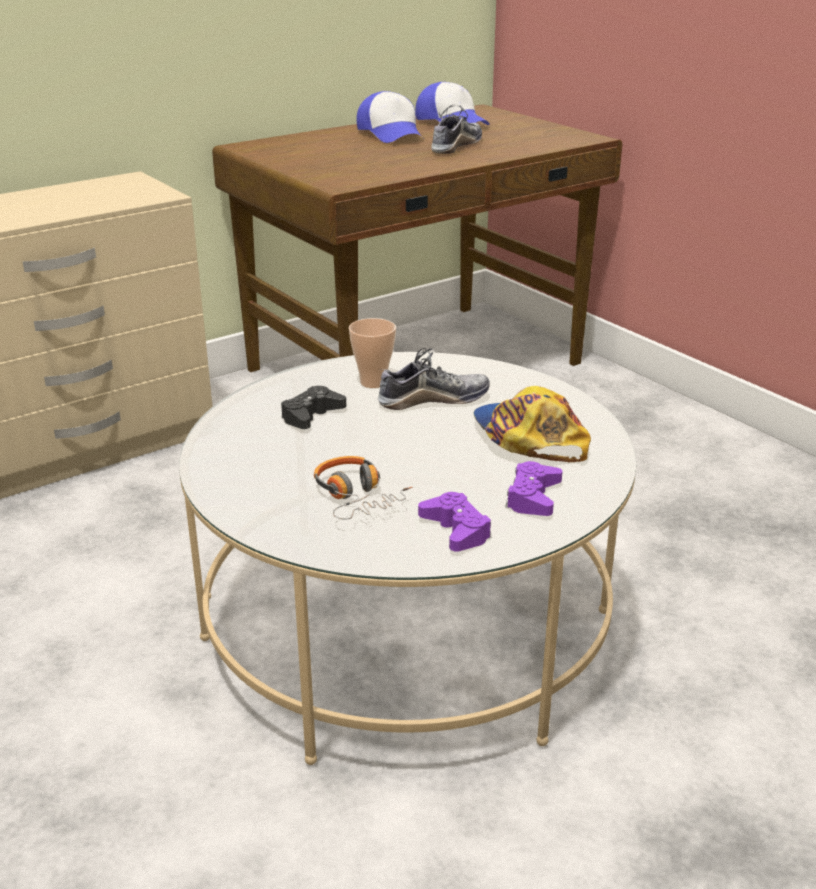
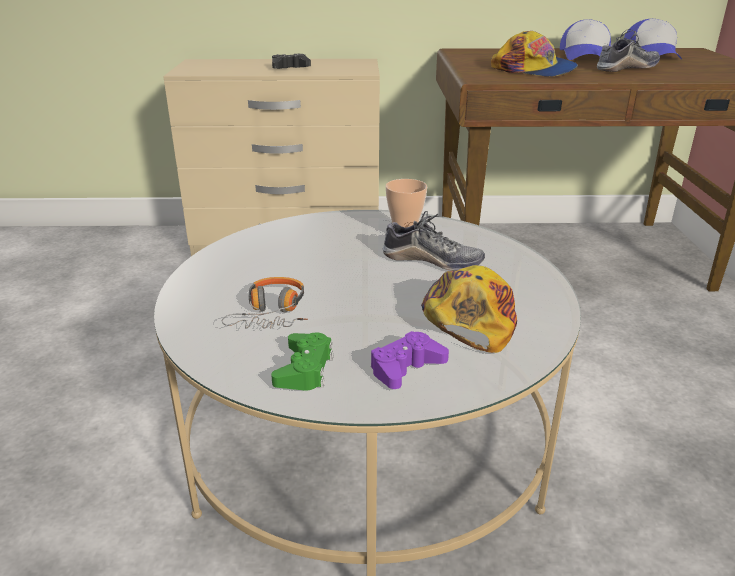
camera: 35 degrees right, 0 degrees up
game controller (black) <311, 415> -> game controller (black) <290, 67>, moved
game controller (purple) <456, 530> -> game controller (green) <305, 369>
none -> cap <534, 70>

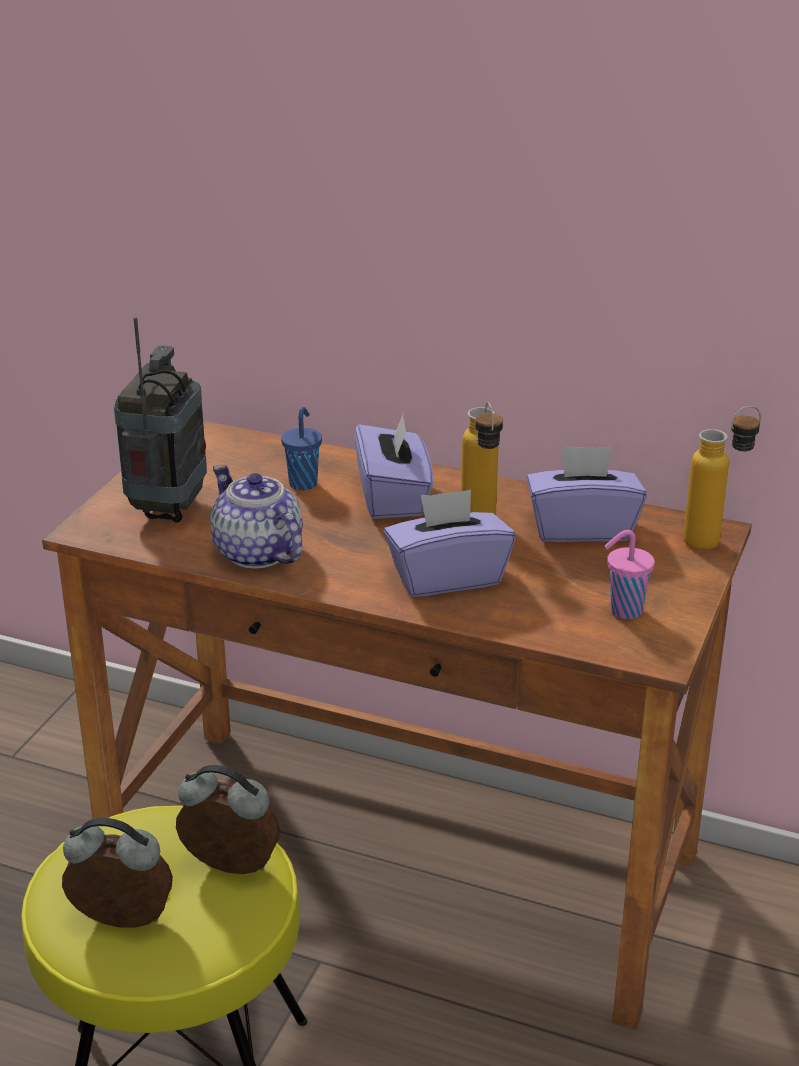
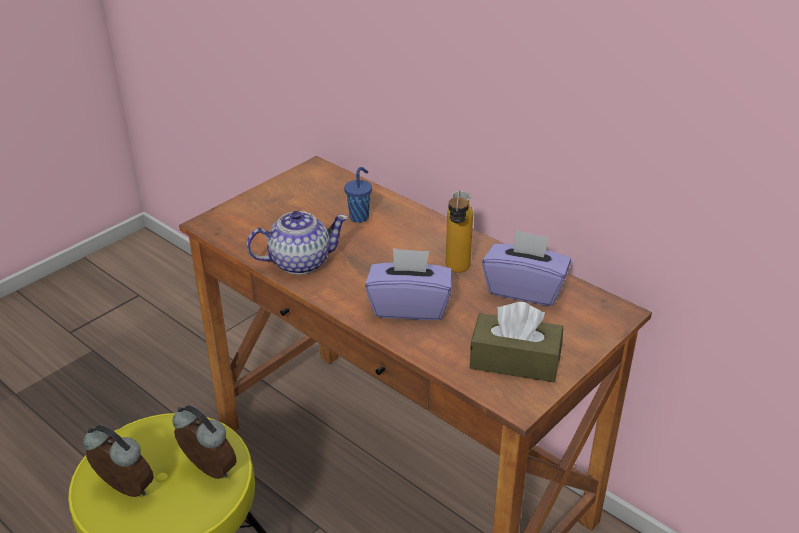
camera: 20 degrees right, 5 degrees up
radio <168, 509> -> none
bottle <714, 540> -> none
tissue box (purple) <393, 497> -> none
teapot <257, 553> -> teapot <299, 262>, 90 degrees clockwise
cup (pink) <624, 611> -> tissue box (brown) <514, 361>

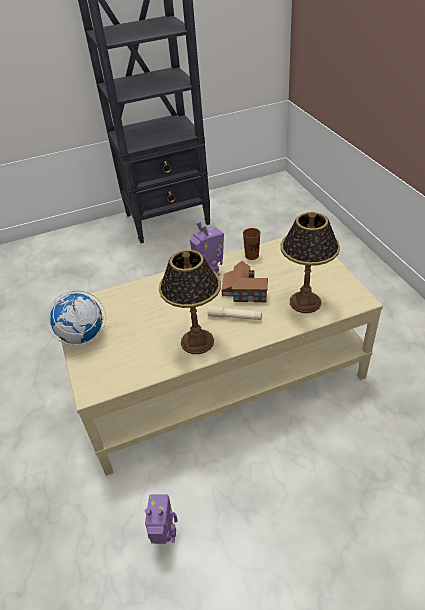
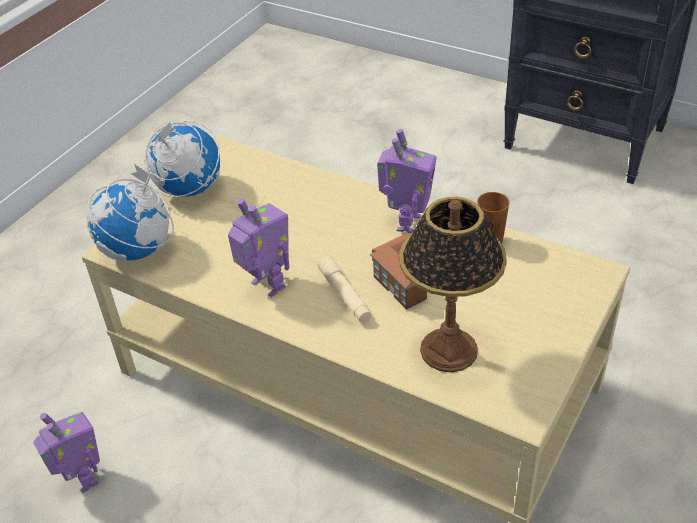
camera: 50 degrees right, 0 degrees up
table lamp <197, 341> -> toy robot <266, 286>
none -> globe <138, 251>

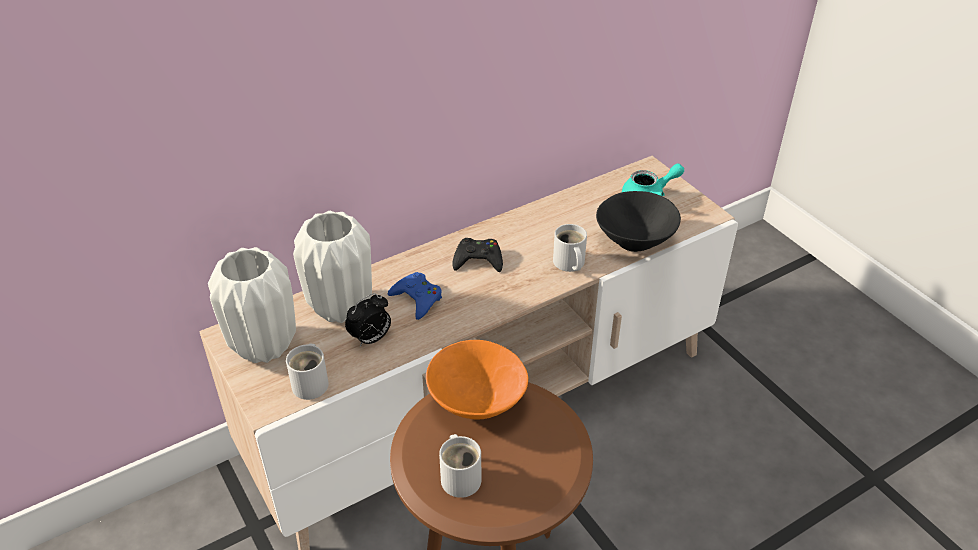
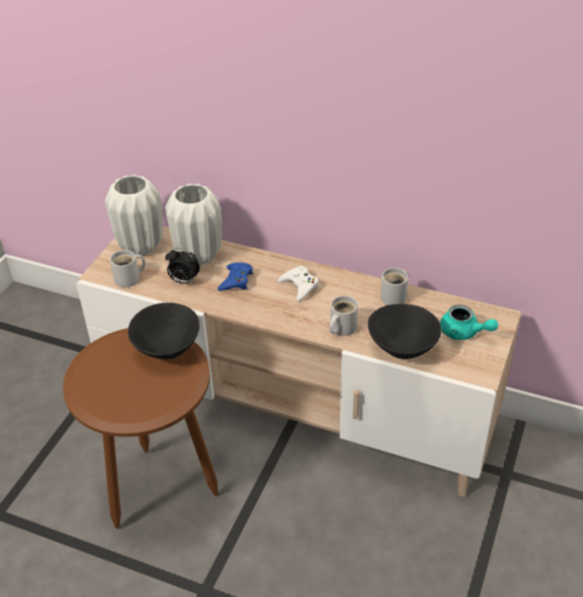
camera: 55 degrees right, 0 degrees up
game controller (black) <478, 260> -> game controller (white) <299, 286>
bowl (orange) <477, 403> -> bowl (black) <167, 349>
mug (white) <461, 476> -> mug (white) <395, 297>, moved

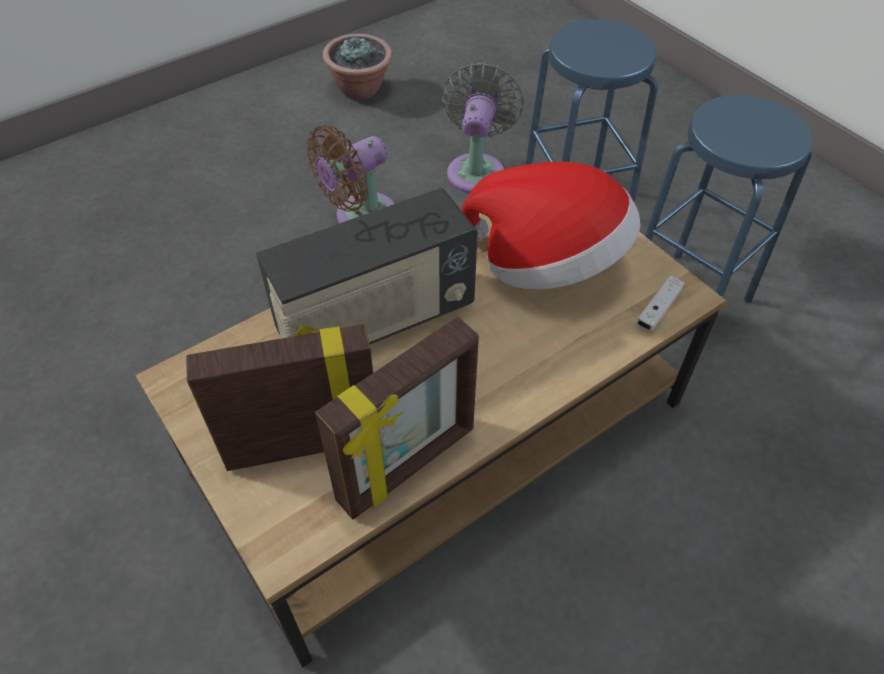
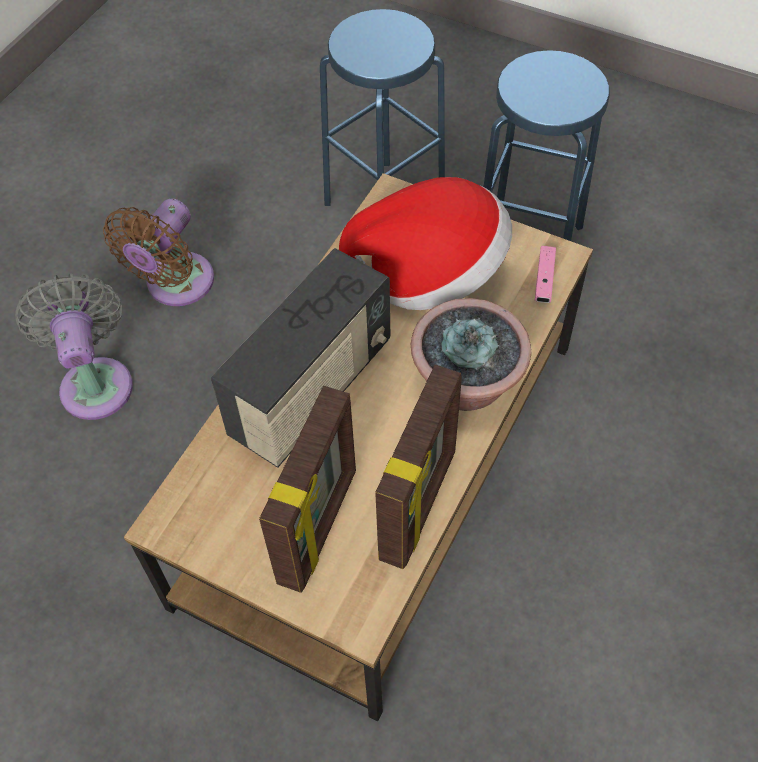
camera: 25 degrees left, 5 degrees up
potted plant <361, 90> -> potted plant <467, 385>, moved
fan (grey) <477, 170> -> fan (grey) <95, 381>, moved
game controller (white) <658, 309> -> game controller (pink) <544, 280>
picture frame <303, 443> -> picture frame <320, 526>, 150 degrees clockwise

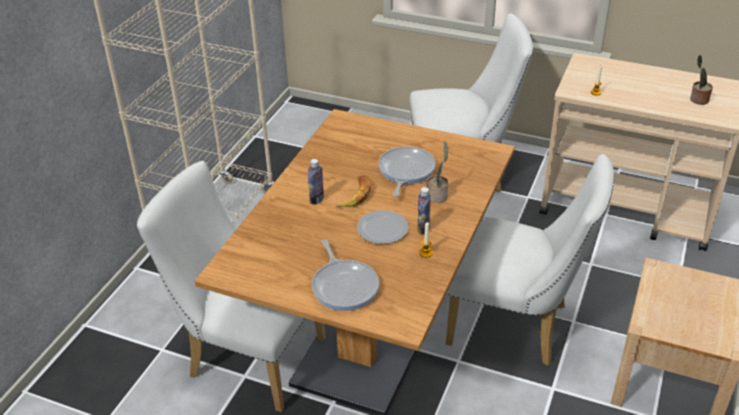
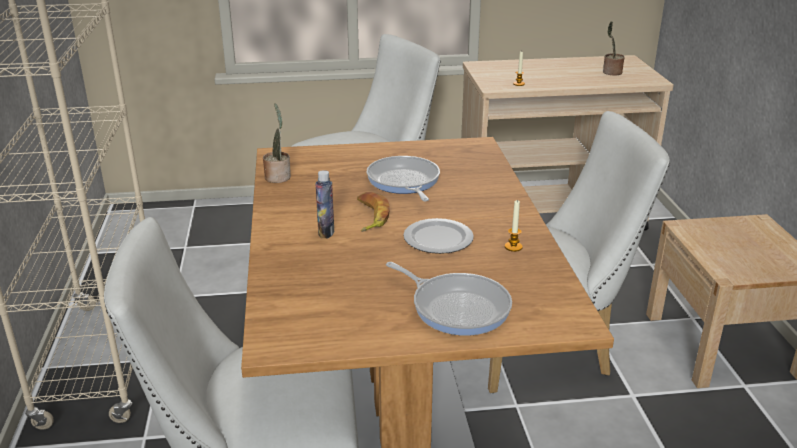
camera: 30 degrees left, 10 degrees down
potted plant <437, 195> -> potted plant <278, 176>, moved
bottle <423, 229> -> none

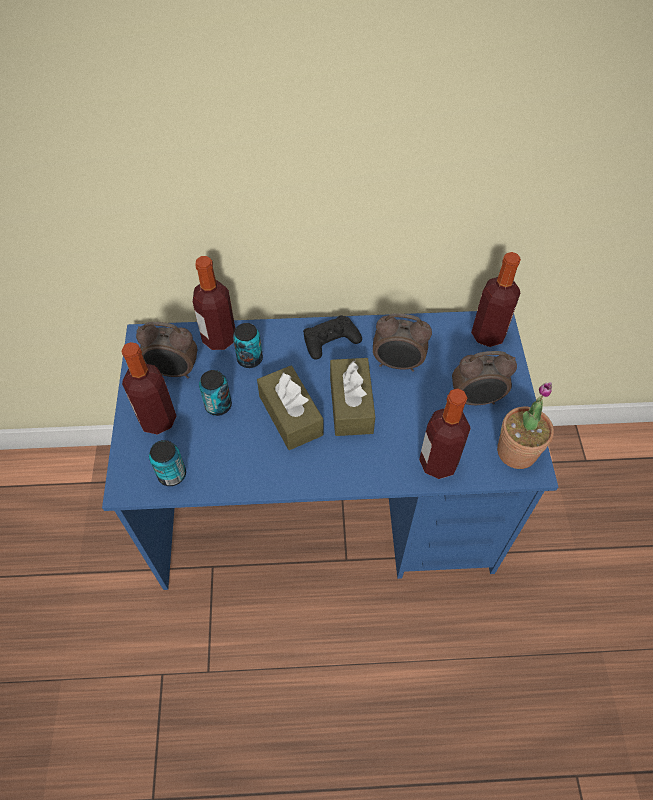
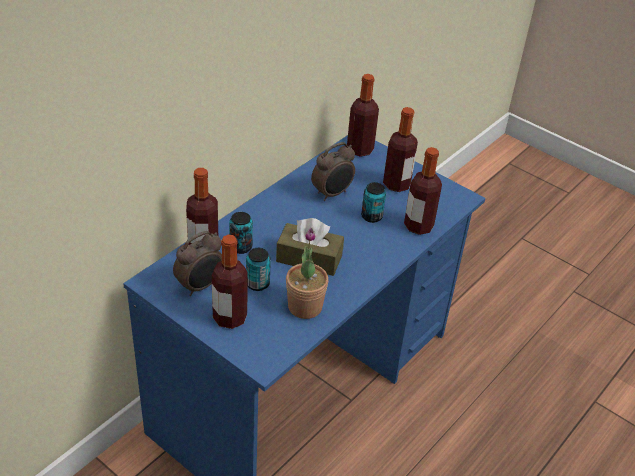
camera: 50 degrees left, 15 degrees down
game controller (black) <330, 340> -> none
alarm clock <476, 400> -> bottle <396, 184>
tissue box (brown) <351, 405> -> none
potted plant <516, 452> -> potted plant <305, 307>, moved
can <172, 474> -> can <371, 216>, moved

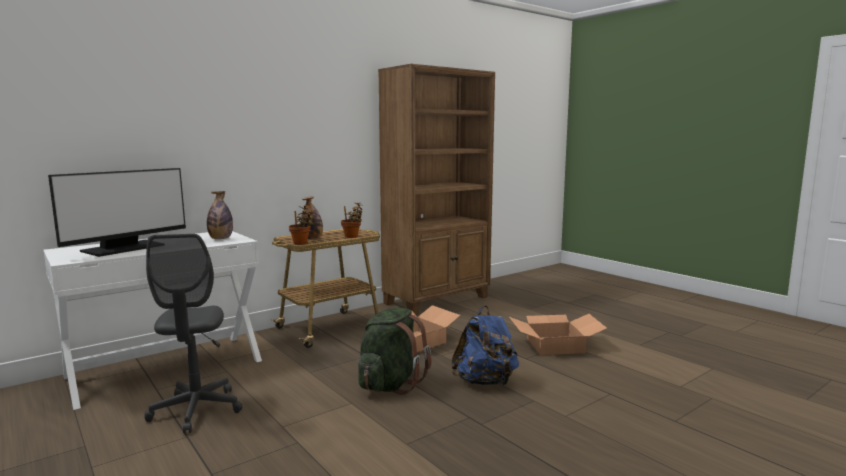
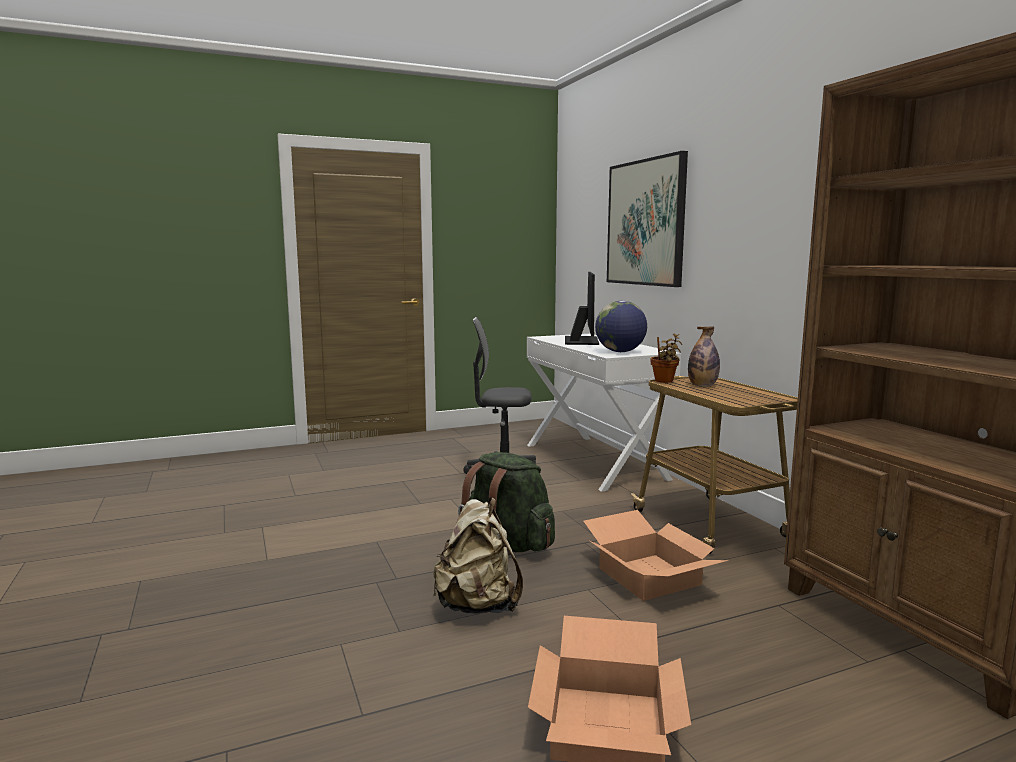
camera: 105 degrees right, 0 degrees up
monitor <124, 248> -> monitor <582, 341>, 135 degrees counterclockwise
bottle <220, 239> -> globe <620, 352>
potted plant <352, 237> -> none
backpack (blue) <485, 382> -> backpack (beige) <477, 606>
none -> picture <646, 223>

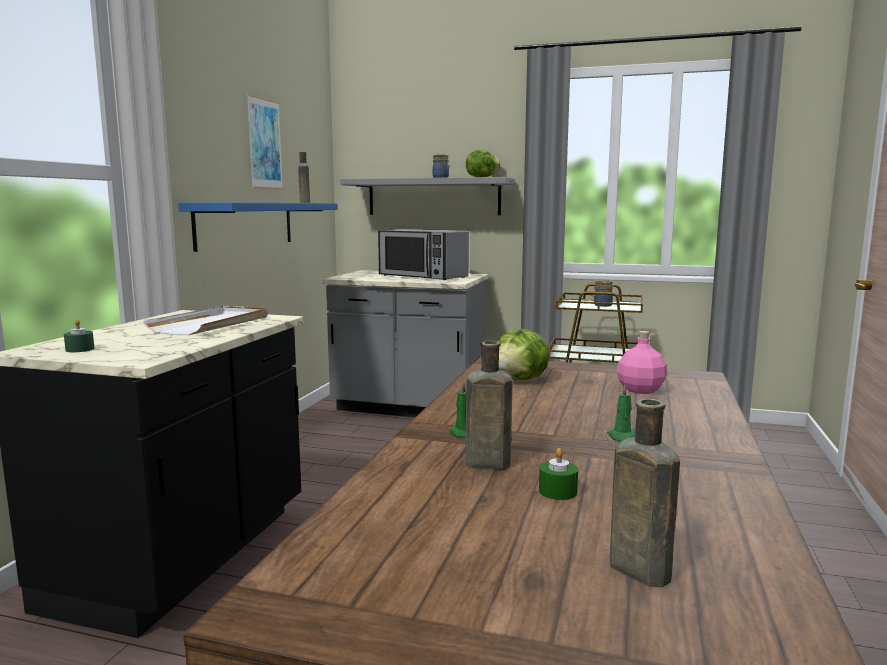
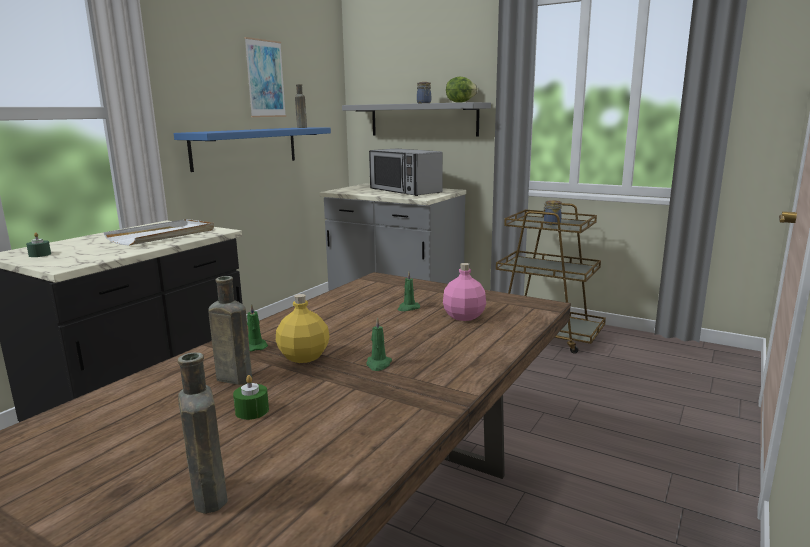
camera: 15 degrees right, 5 degrees up
lettuce <521, 379> -> none
none -> candle (green) <408, 308>
none -> bottle (yellow) <303, 357>

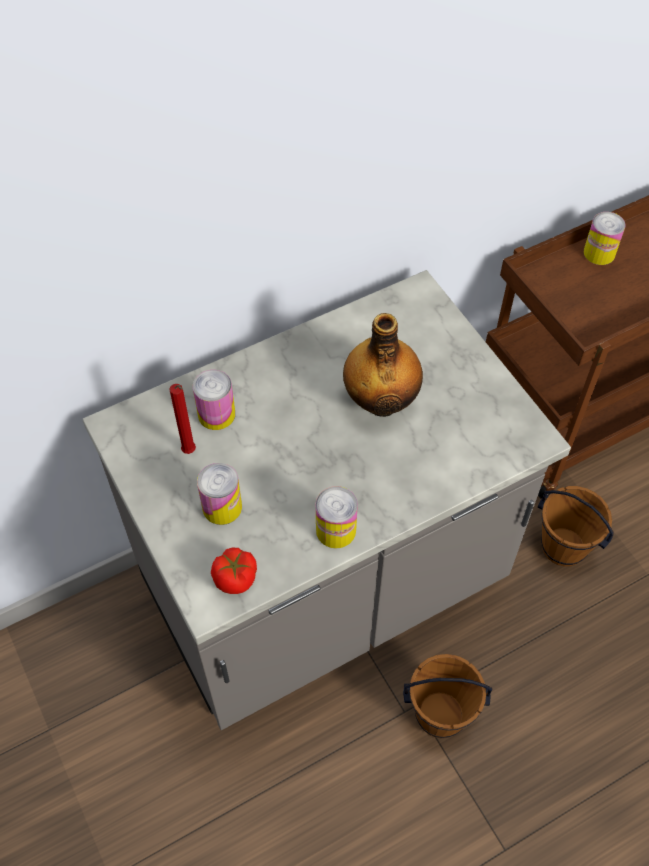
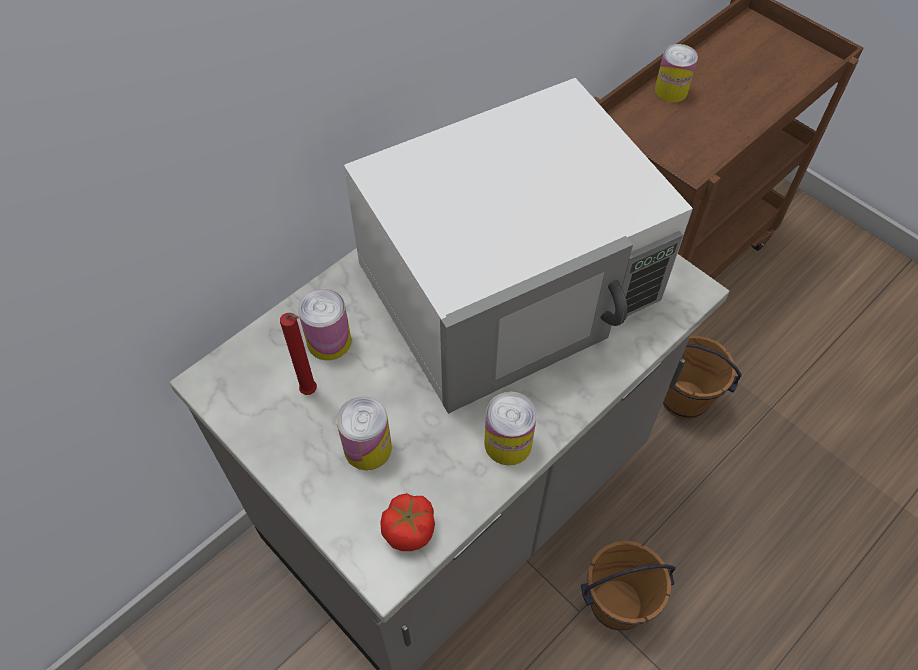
camera: 15 degrees left, 0 degrees up
bottle <381, 400> -> microwave (white) <510, 285>

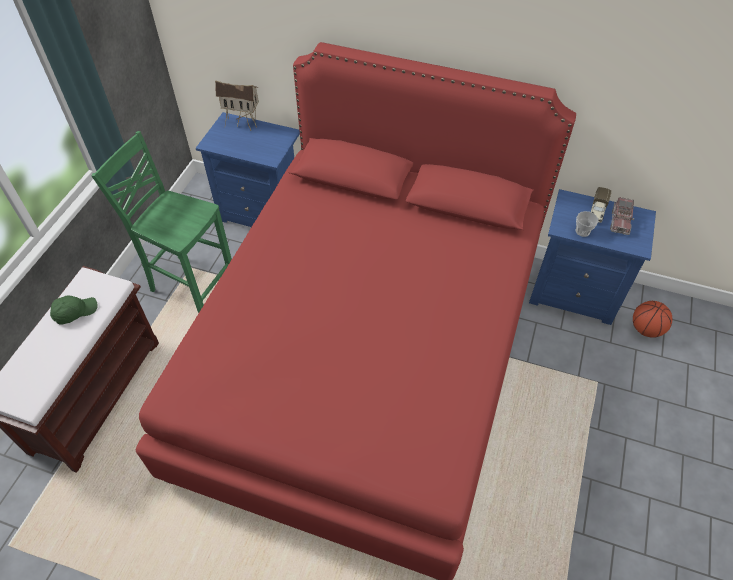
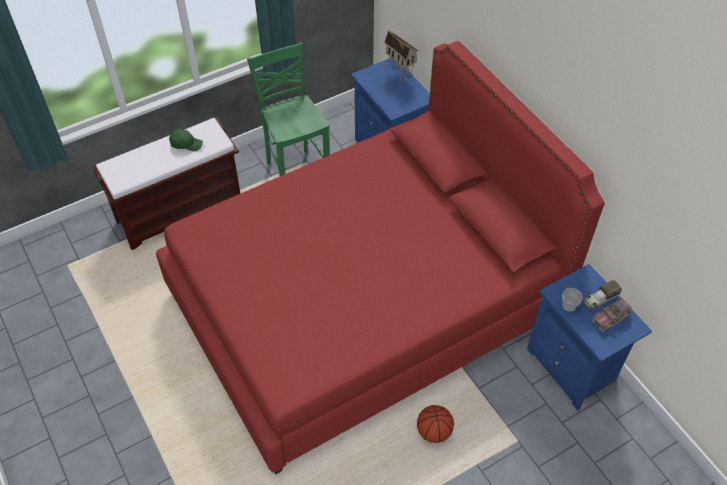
camera: 40 degrees right, 0 degrees up
basketball <645, 329> -> basketball <434, 431>, moved

